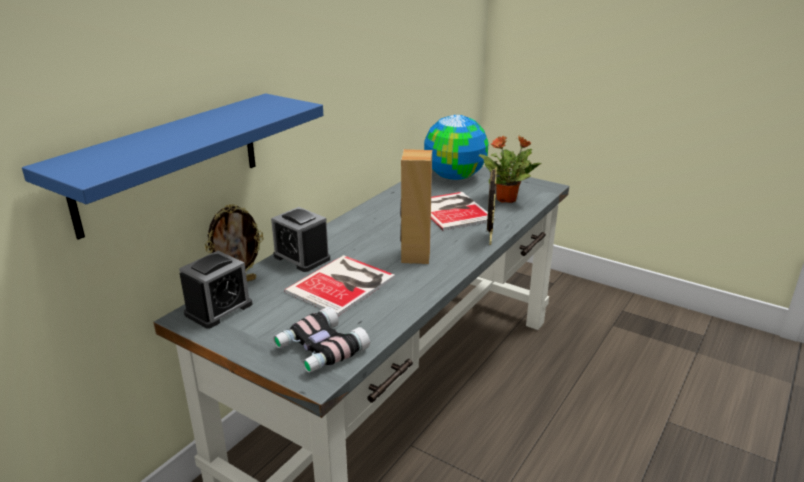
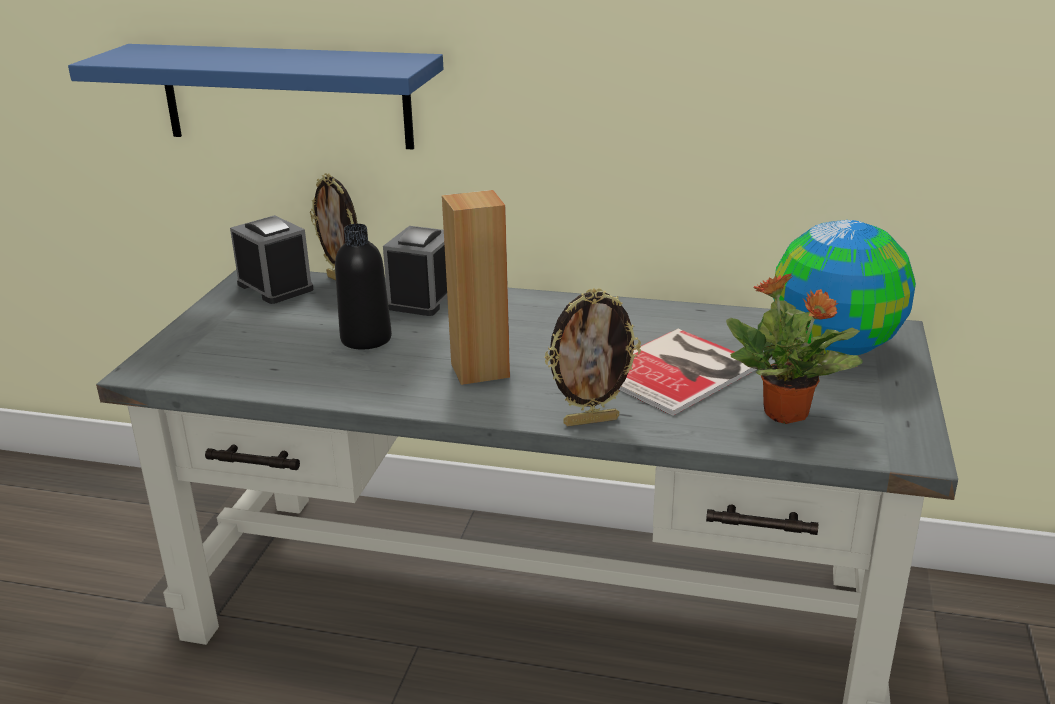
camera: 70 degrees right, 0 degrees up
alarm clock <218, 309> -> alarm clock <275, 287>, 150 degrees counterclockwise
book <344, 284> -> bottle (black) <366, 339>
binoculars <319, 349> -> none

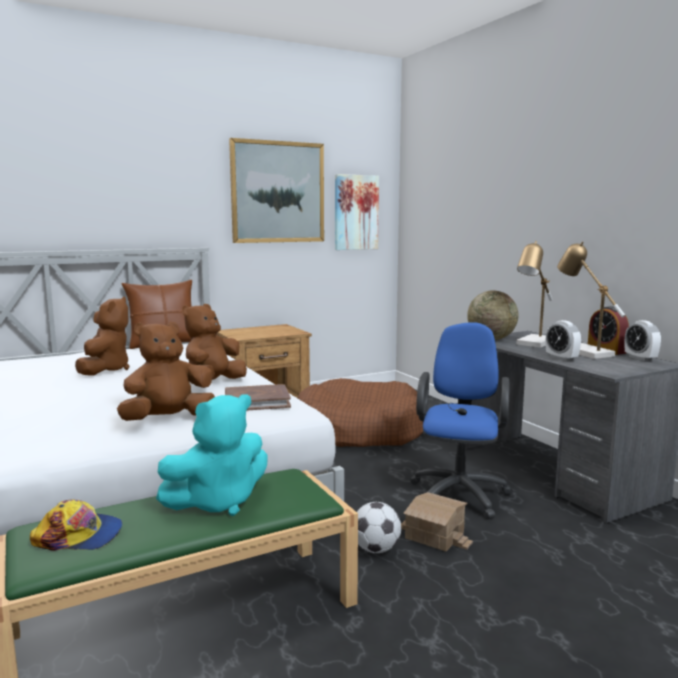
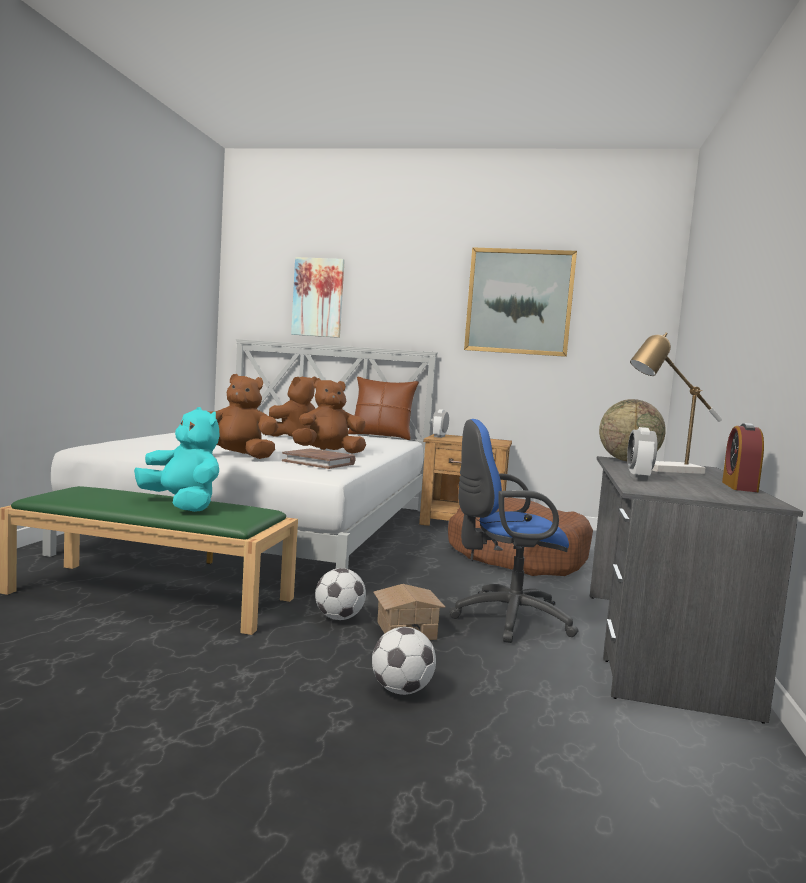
camera: 40 degrees right, 5 degrees down
picture <356, 212> -> picture <318, 297>, moved
table lamp <581, 352> -> none
alarm clock <640, 358> -> alarm clock <439, 436>, moved
office chair (blue) <459, 492> -> office chair (blue) <504, 619>, 150 degrees counterclockwise
plush toy (turquoise) <218, 502> -> plush toy (turquoise) <182, 505>, 150 degrees counterclockwise
cap <79, 536> -> none
none -> football <401, 690>

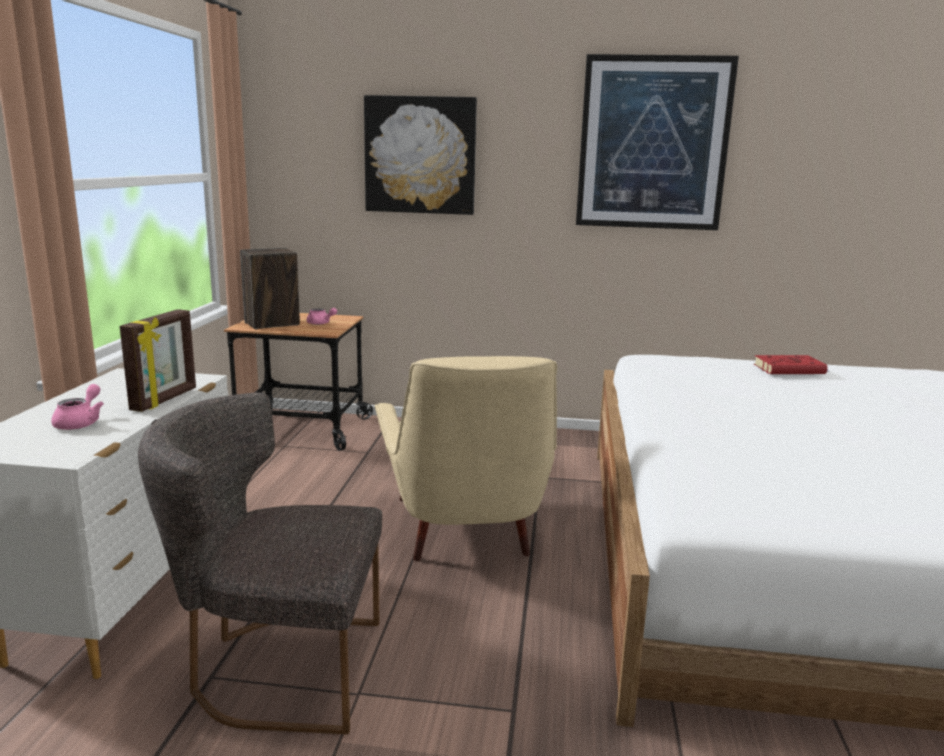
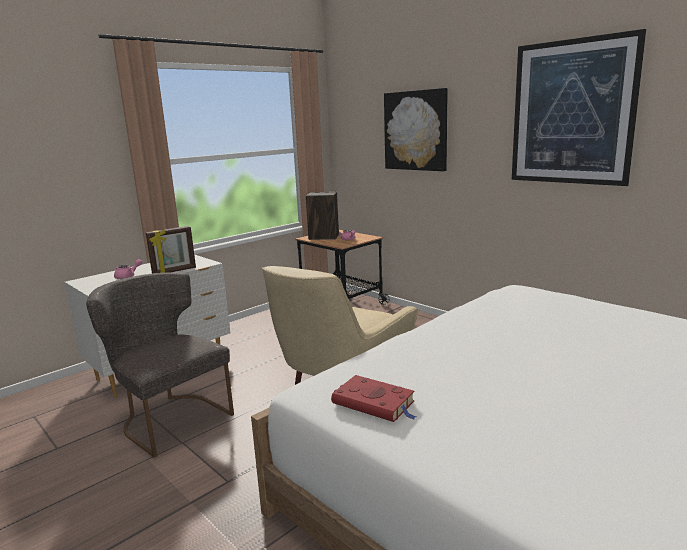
camera: 40 degrees right, 0 degrees up
book (red) <790, 369> -> book (red) <375, 403>, moved

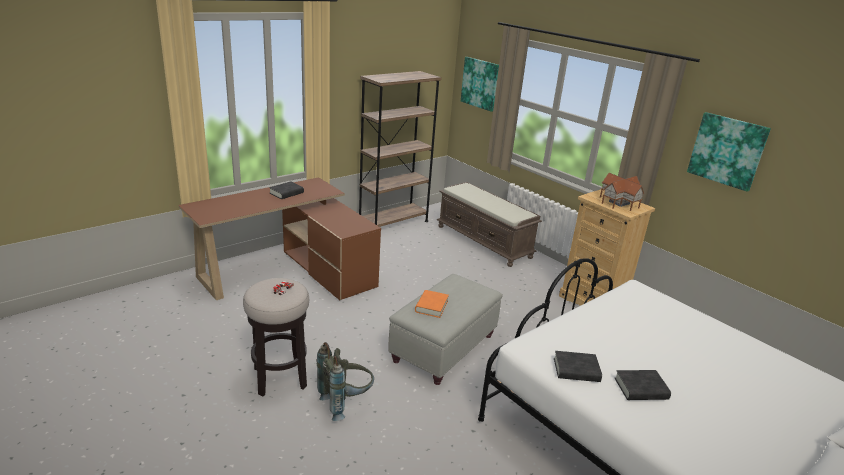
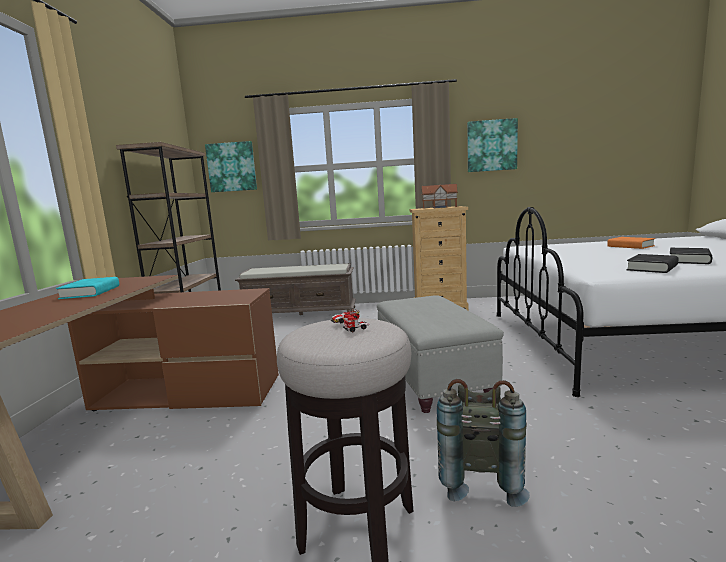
camera: 45 degrees left, 15 degrees down
book (black) <286, 193> -> book (turquoise) <90, 292>
book (orange) <431, 306> -> book (orange) <630, 246>, moved

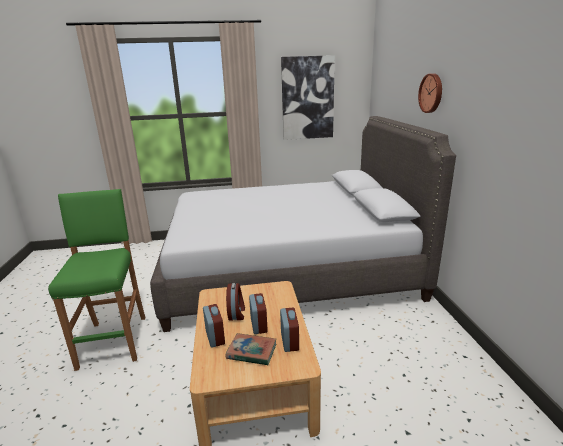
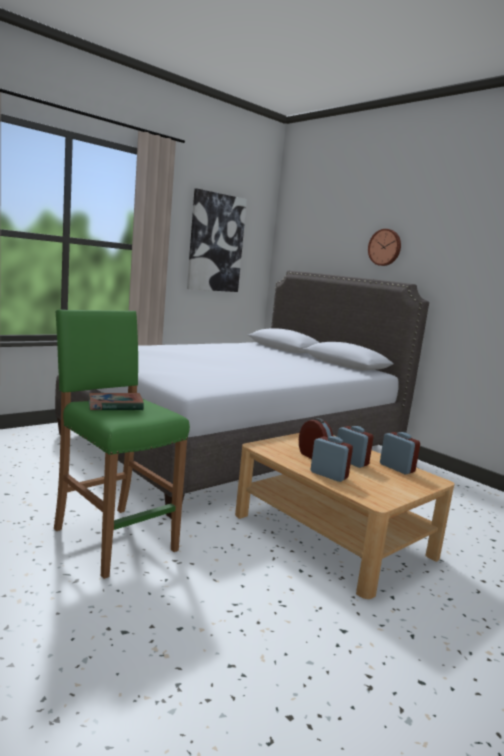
camera: 35 degrees left, 10 degrees down
book <251, 352> -> book <115, 406>, moved

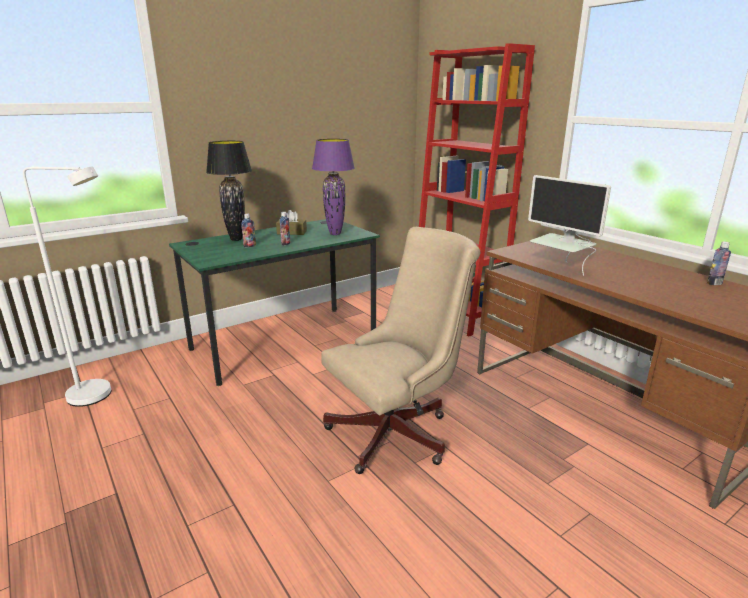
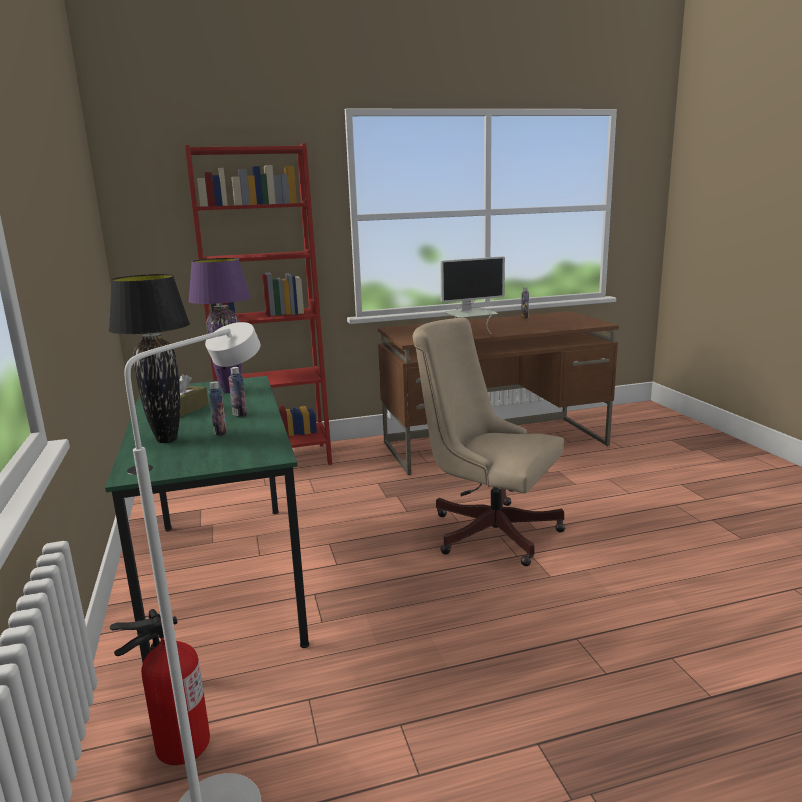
camera: 70 degrees left, 5 degrees down
office chair (beige) <397, 432> -> office chair (beige) <487, 529>, 45 degrees counterclockwise
none -> fire extinguisher <178, 747>

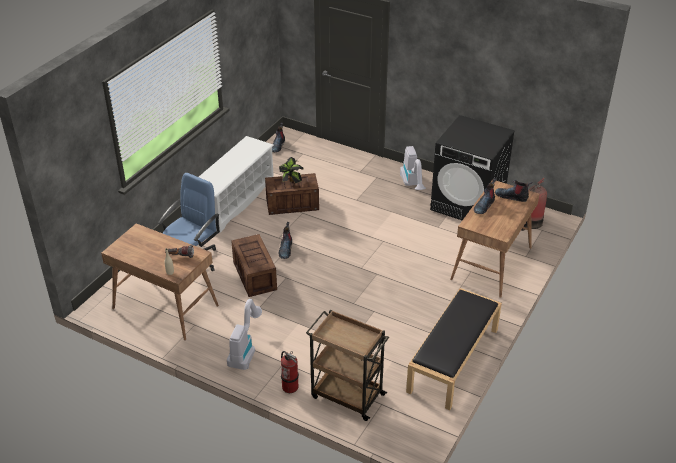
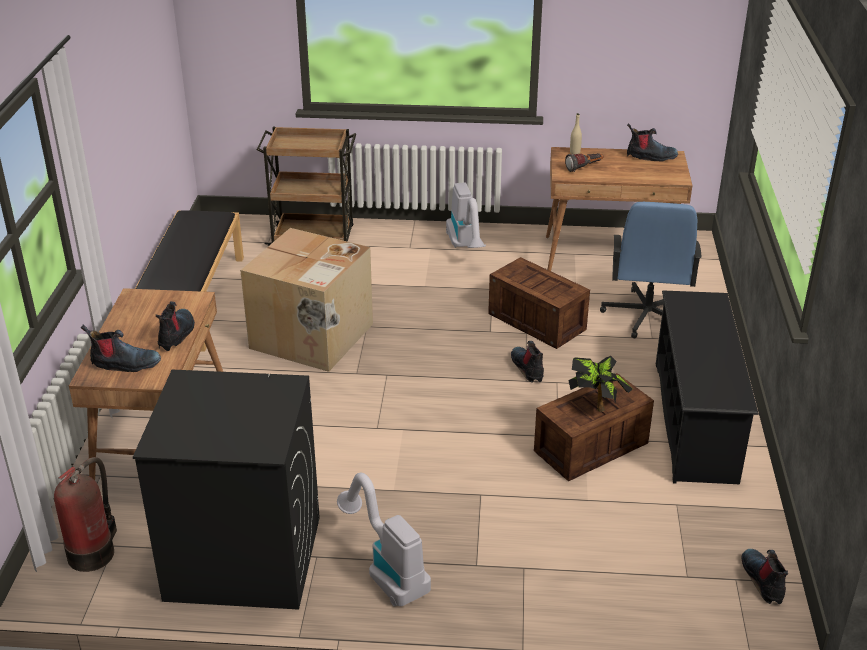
camera: 155 degrees right, 5 degrees down
shoe rack (white) <235, 201> -> shoe rack (black) <695, 421>
fire extinguisher <290, 387> -> none
none -> boot <650, 157>
none -> cardboard box <312, 337>

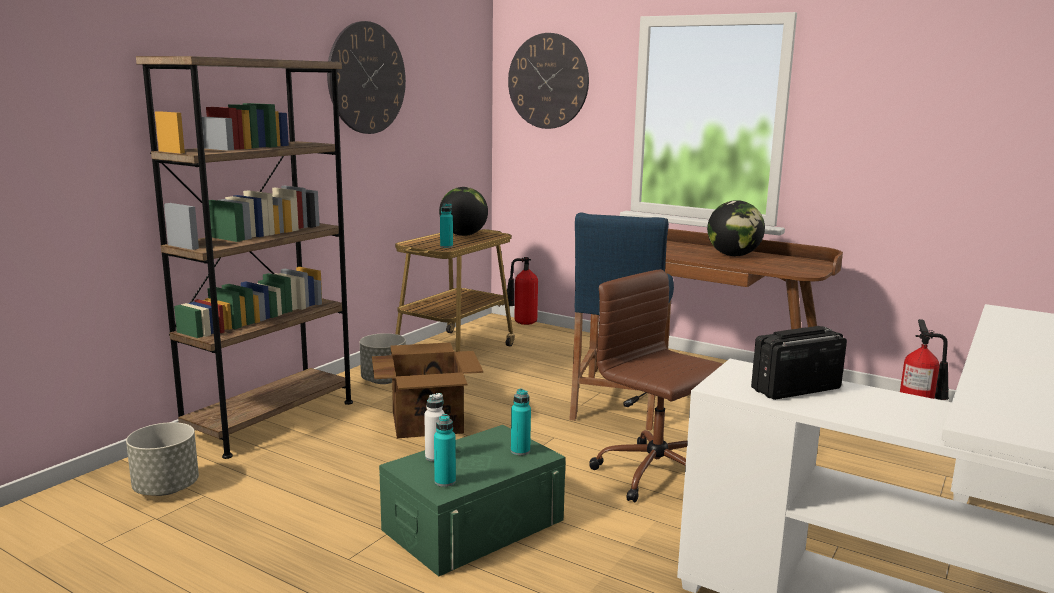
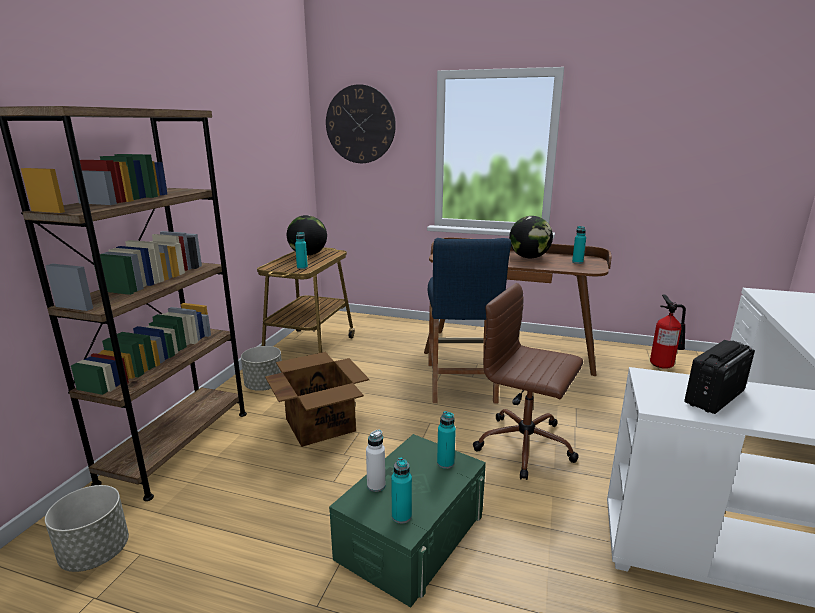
camera: 15 degrees left, 5 degrees up
wall clock <367, 78> -> none
fire extinguisher <522, 324> -> none
none -> bottle (turquoise) <577, 262>

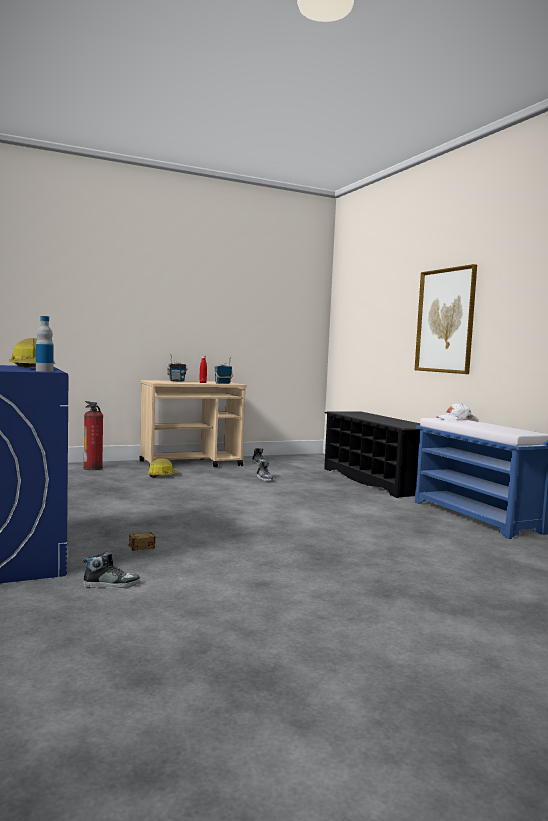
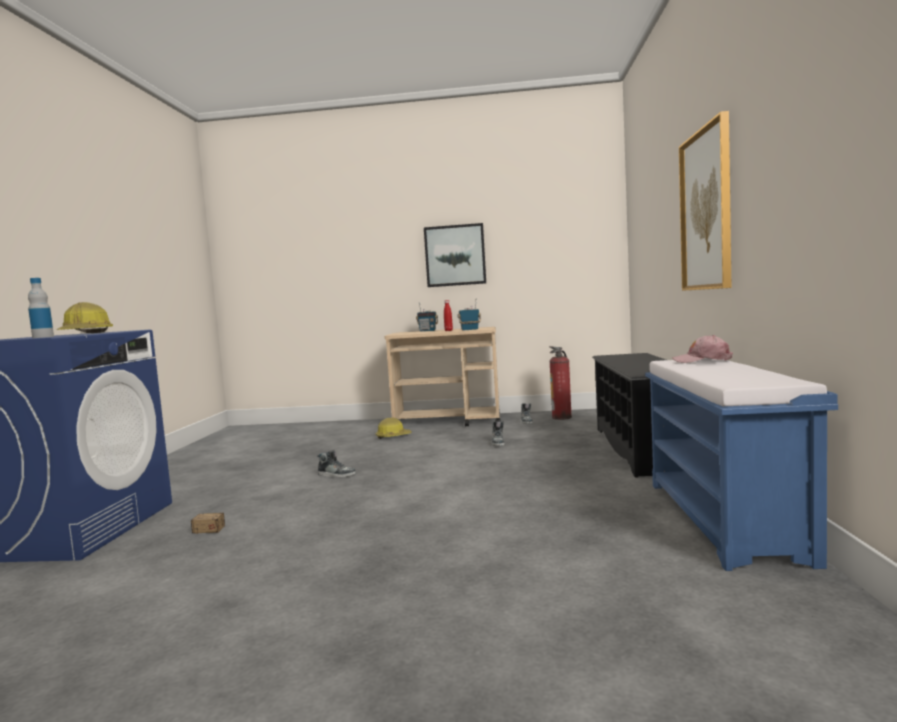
camera: 30 degrees right, 0 degrees up
fire extinguisher <93, 468> -> fire extinguisher <561, 417>, moved
cap (white) <454, 419> -> cap (pink) <702, 360>
shoe <111, 584> -> shoe <336, 475>, moved
none -> picture <455, 255>

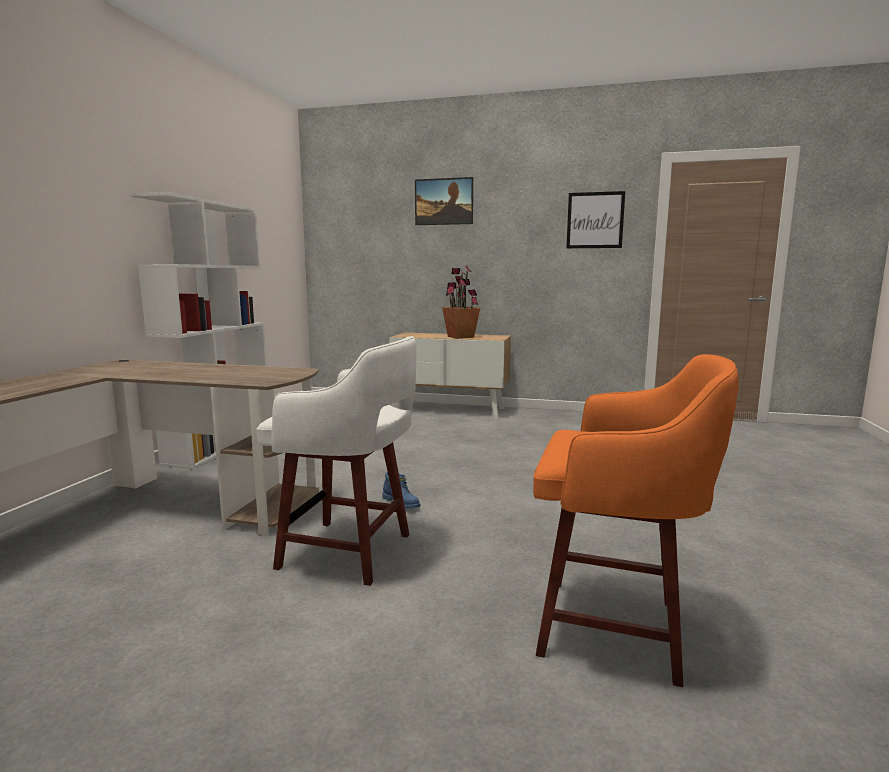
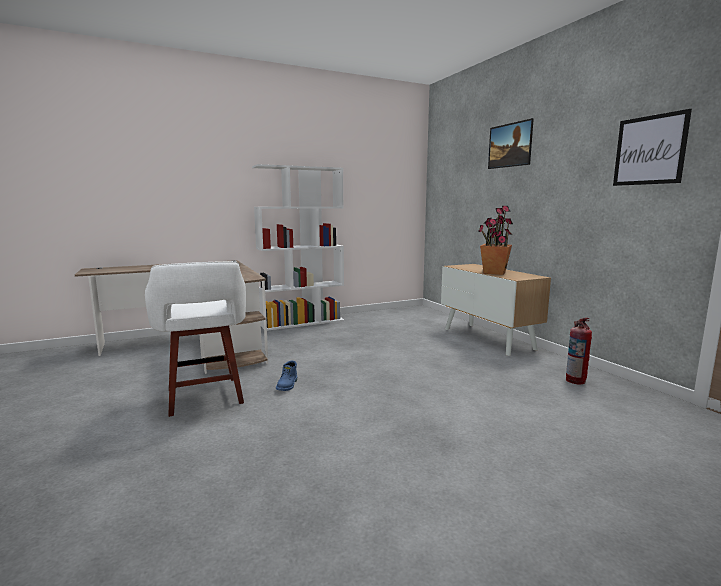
camera: 50 degrees right, 0 degrees up
stool (orange) <616, 629> -> none
none -> fire extinguisher <575, 380>

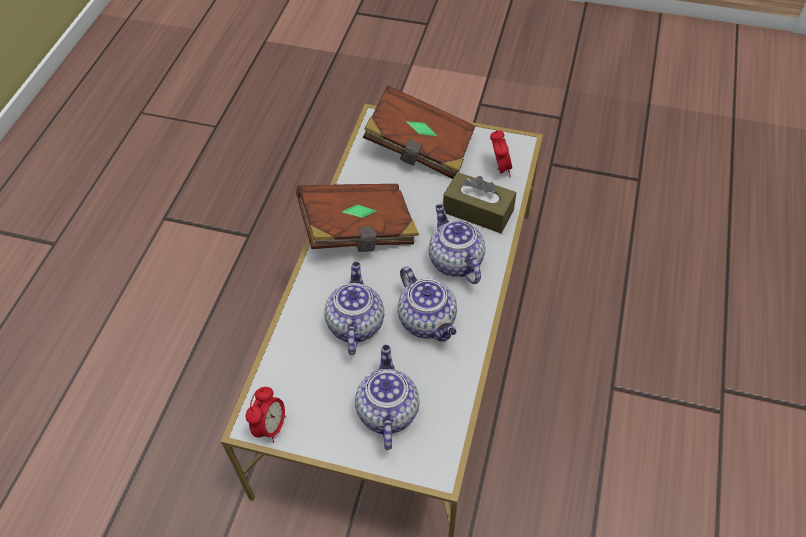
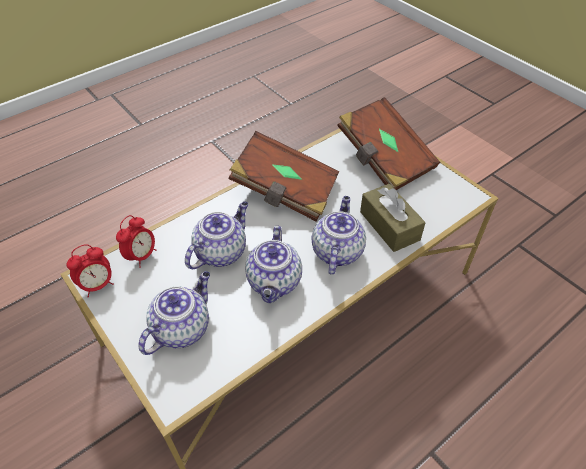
camera: 35 degrees right, 5 degrees down
alarm clock <499, 168> -> alarm clock <141, 256>, moved

